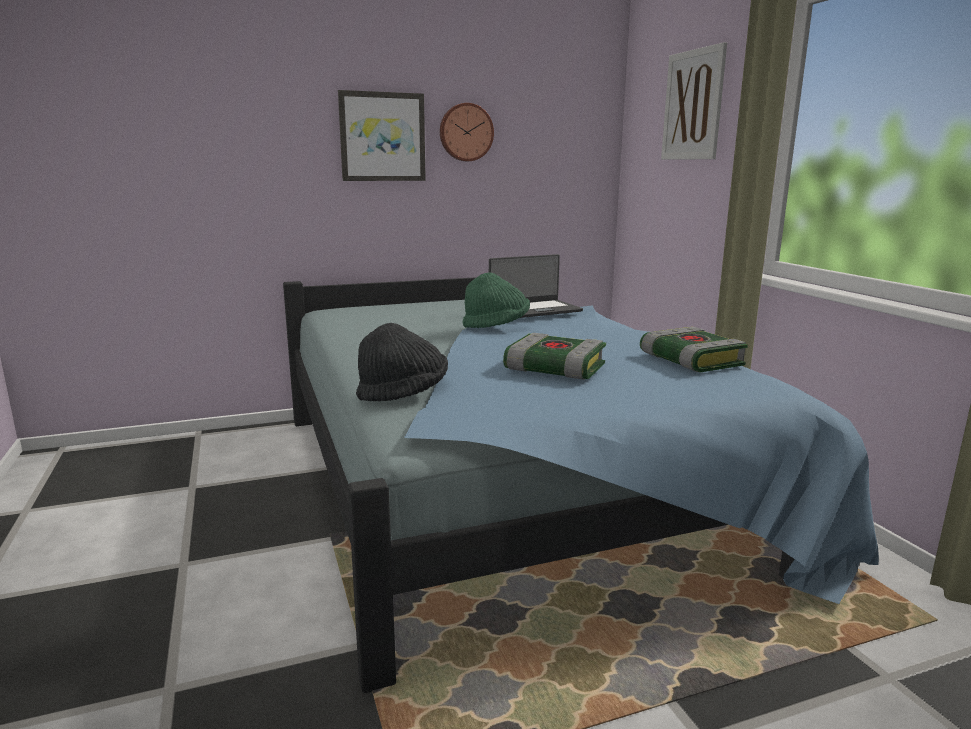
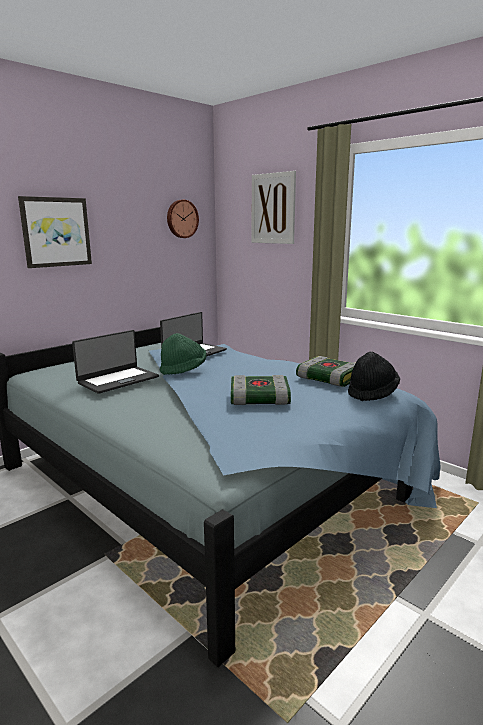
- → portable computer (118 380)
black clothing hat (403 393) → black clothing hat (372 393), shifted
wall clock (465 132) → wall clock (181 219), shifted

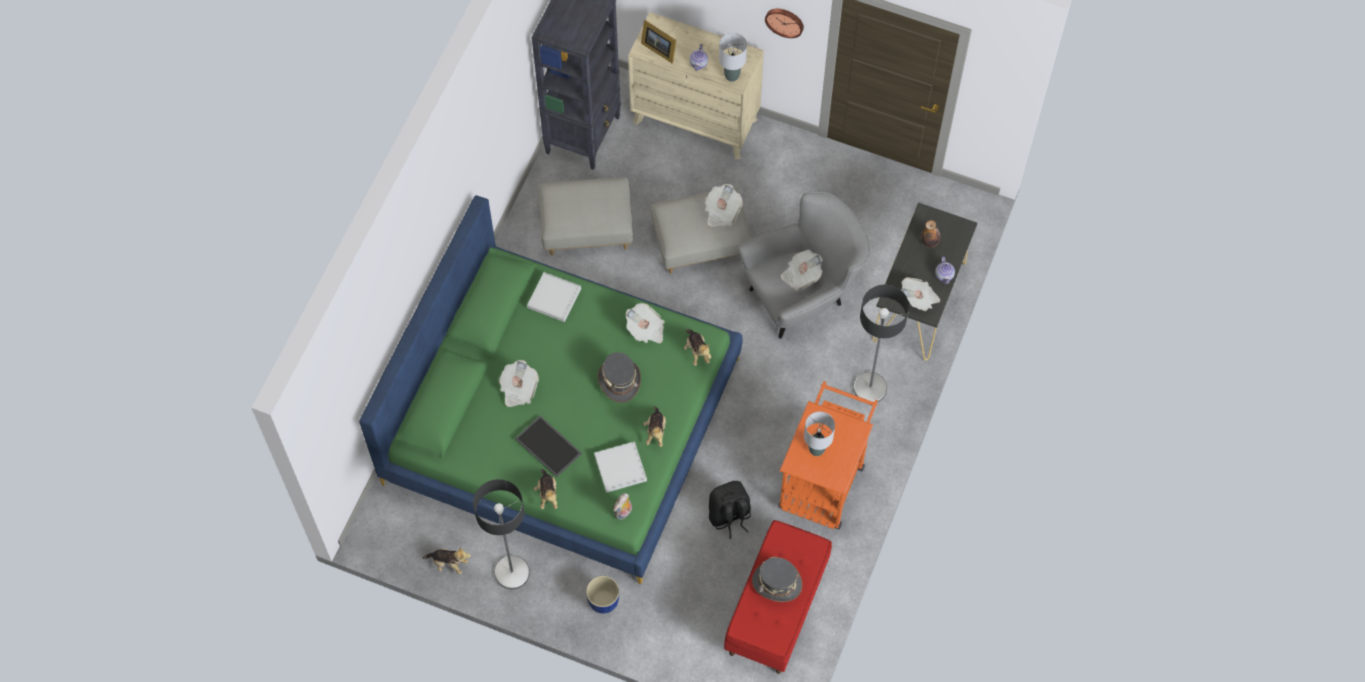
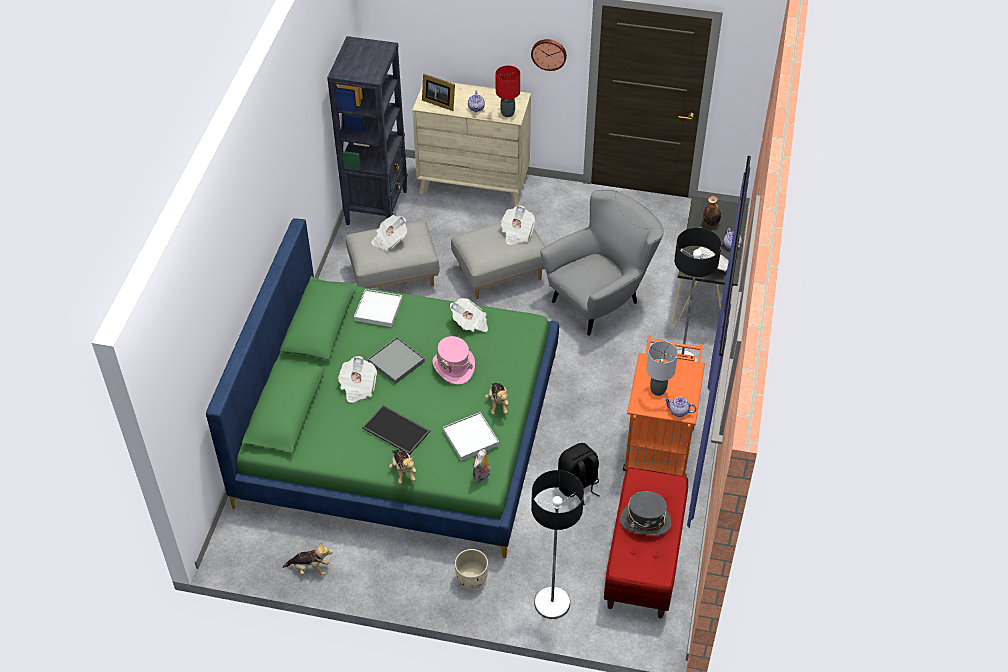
soft toy (696 351) → -
- → gray tray (396 362)
- → pot for tea (678 411)
floor lamp (511 573) → floor lamp (552 603), shifted
printed paper (801 275) → printed paper (389 240), shifted
blue flower pot (603 601) → beige flower pot (471 579)
gray clothing hat (619 380) → pinkish clothing hat (454 367)
gray table lamp (731 76) → reddish table lamp (507 113)

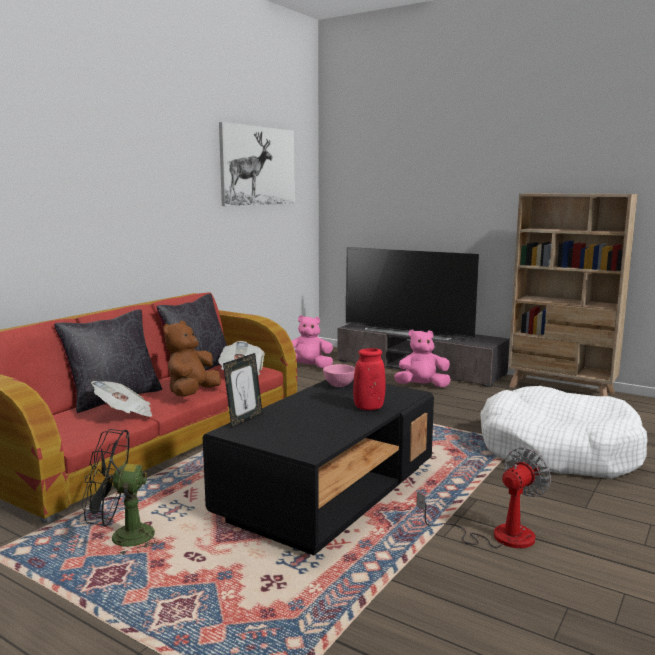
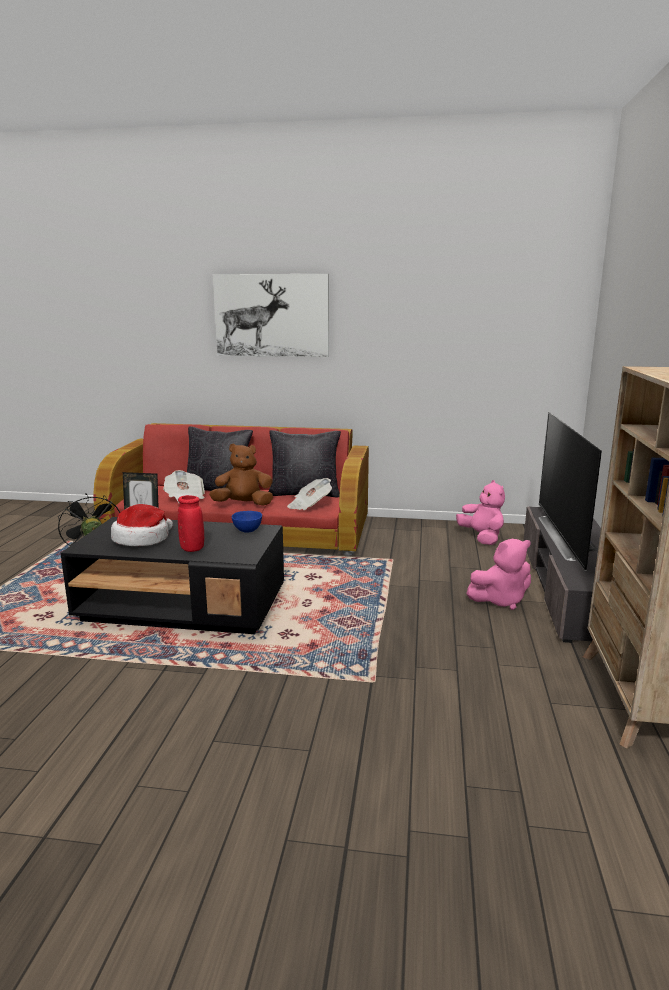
fan (497 535) → -
whitish pet bed (557 451) → -
- → clothing hat (142 539)
wall picture (258 166) → wall picture (271 315), shifted
pinkish bowl (340 386) → blue bowl (247 531)
pinkish soft toy (421 386) → pinkish soft toy (500 600), 105 degrees clockwise

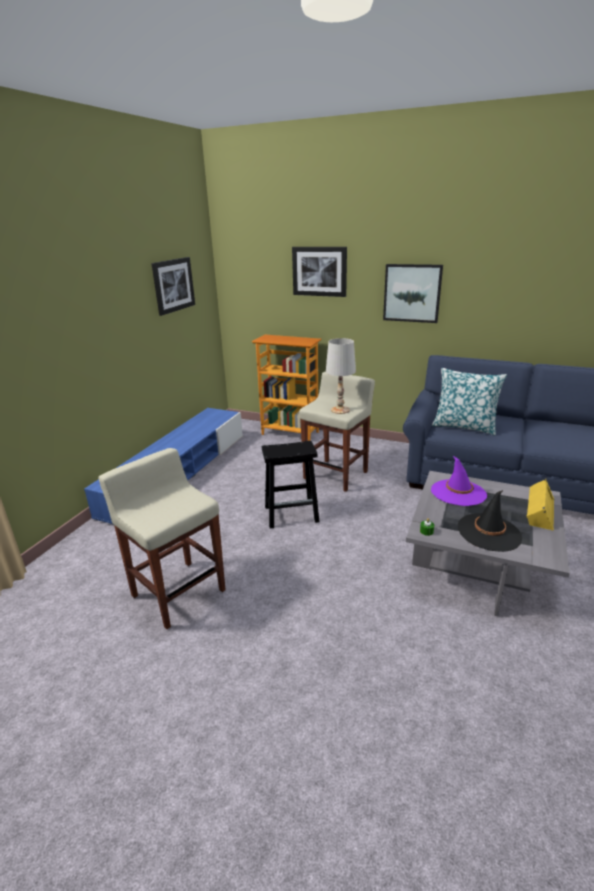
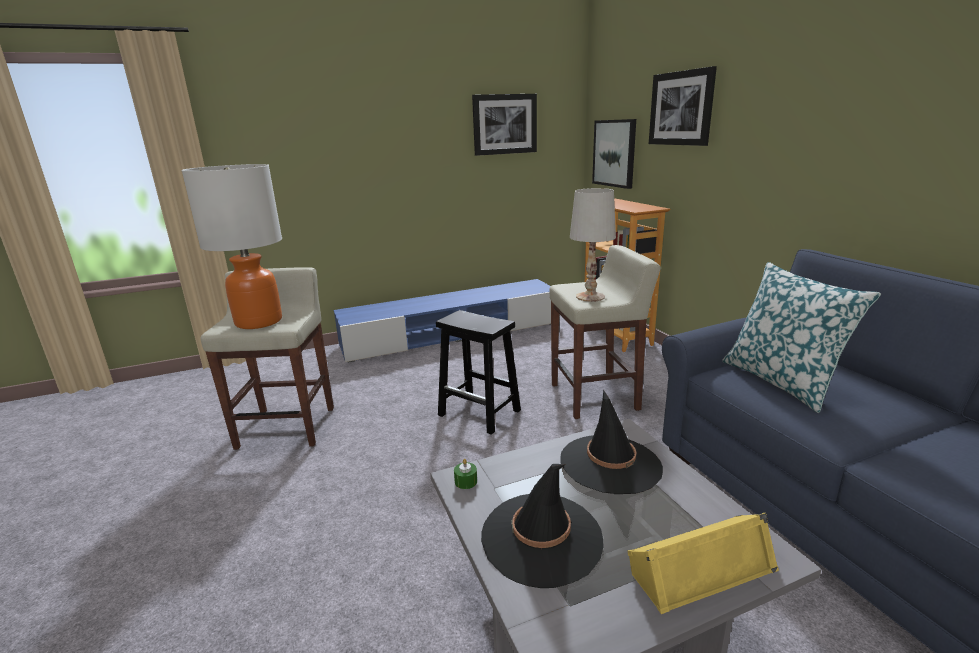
- → table lamp (259 321)
wall picture (412 293) → wall picture (614 153), shifted
purple-coloured clothing hat (458 493) → black clothing hat (610 464)

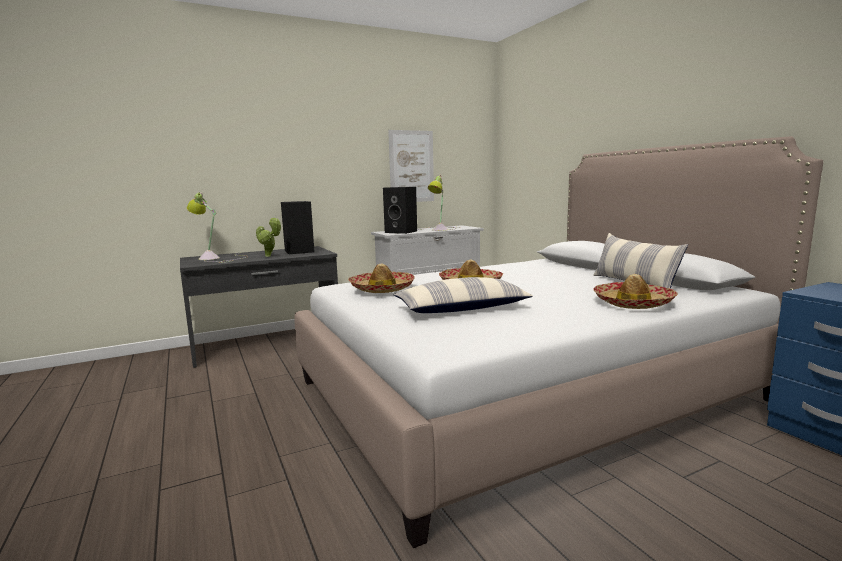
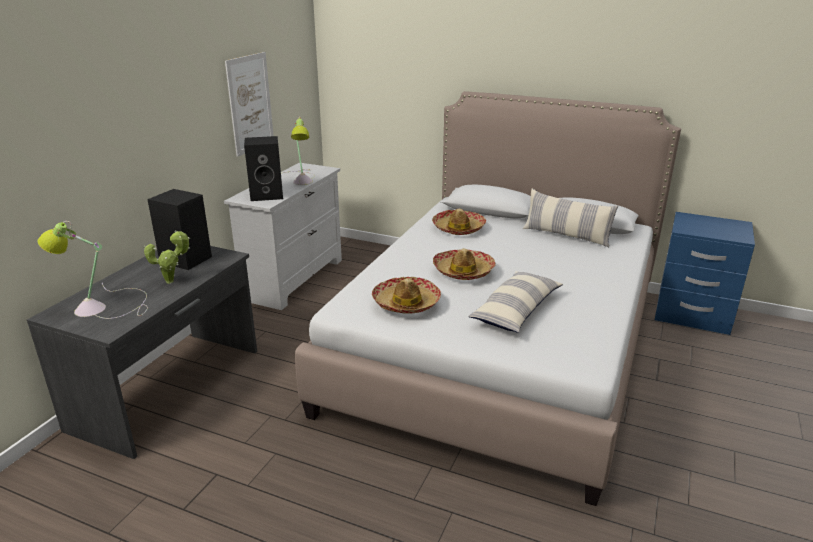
clothing hat (633 303) → clothing hat (458 228), shifted

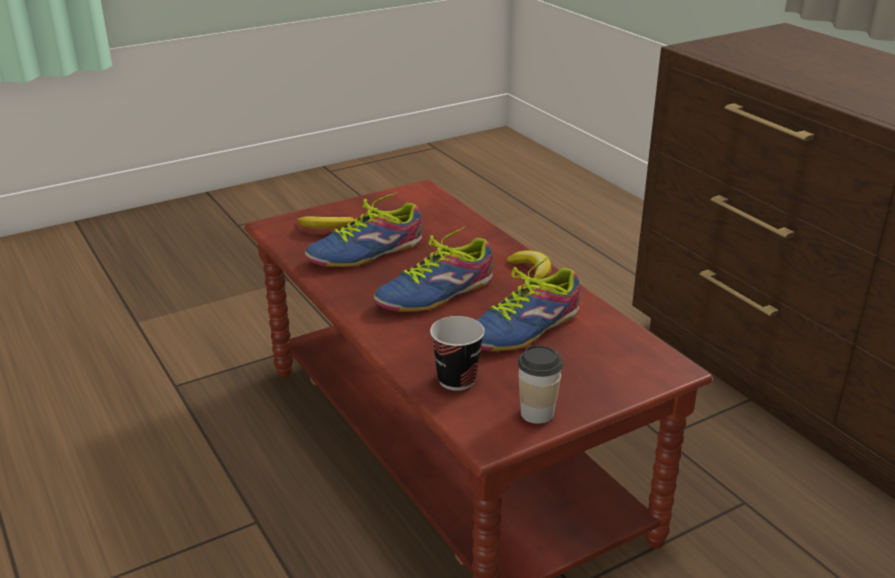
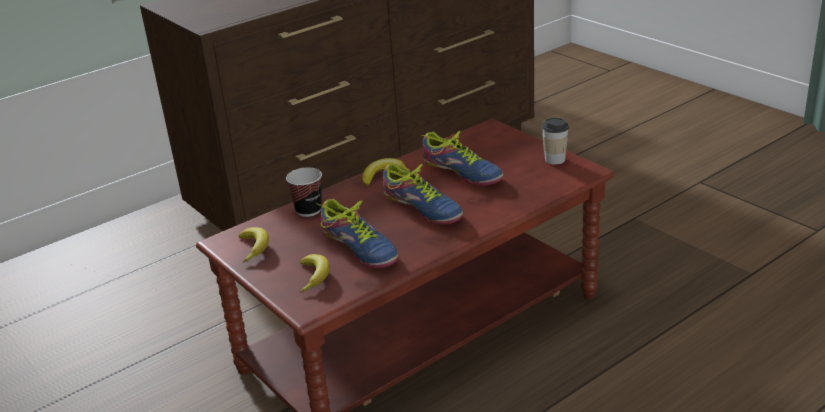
- → banana fruit (254 247)
drinking cup (457 380) → drinking cup (308 210), shifted

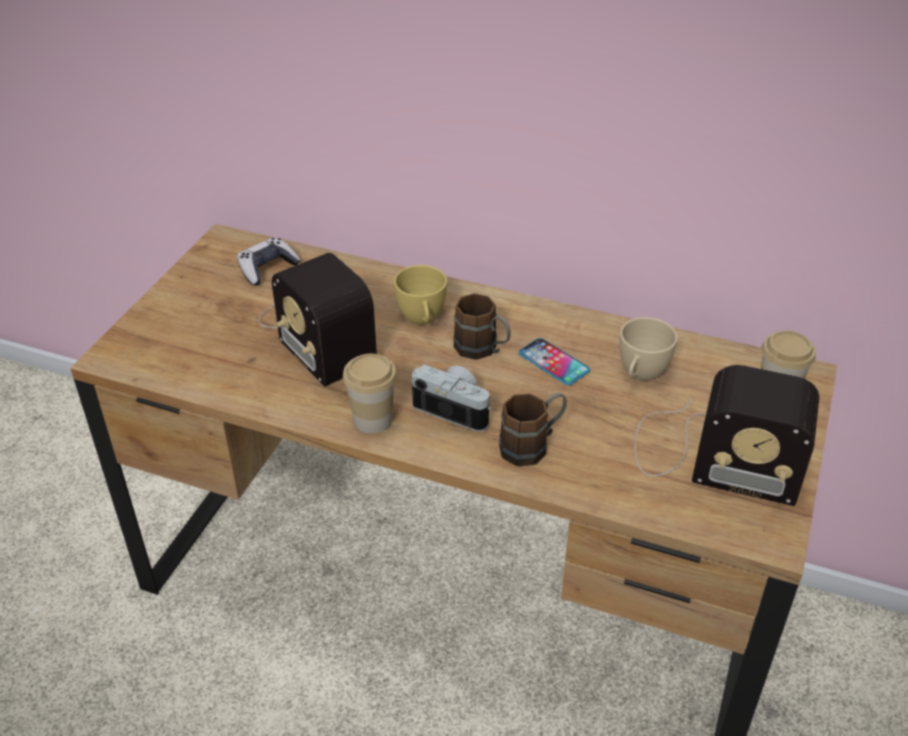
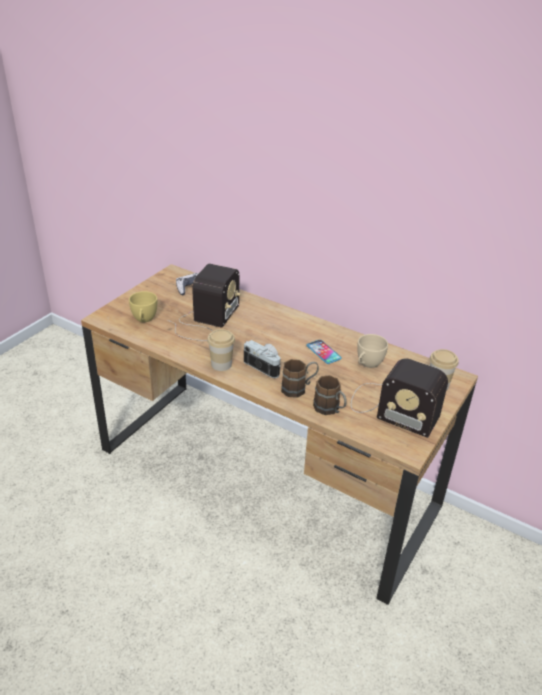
yellow-coloured drinking cup (422 320) → yellow-coloured drinking cup (144 320), shifted
brown tea mug (483 350) → brown tea mug (330 410), shifted
radio receiver (317 332) → radio receiver (206 321), 135 degrees counterclockwise

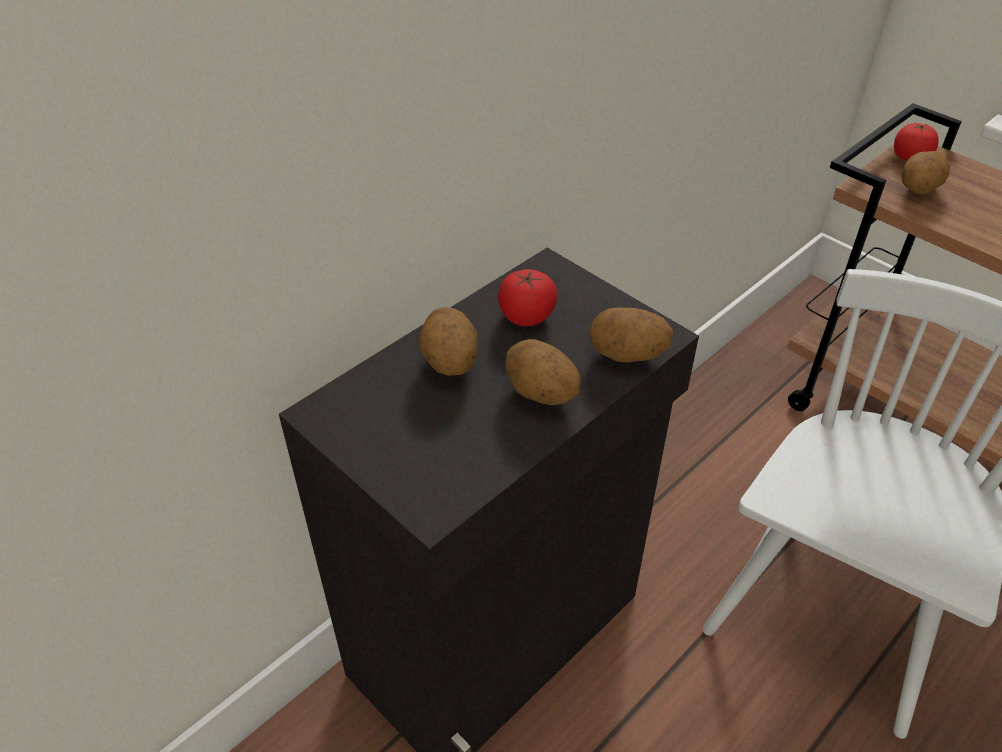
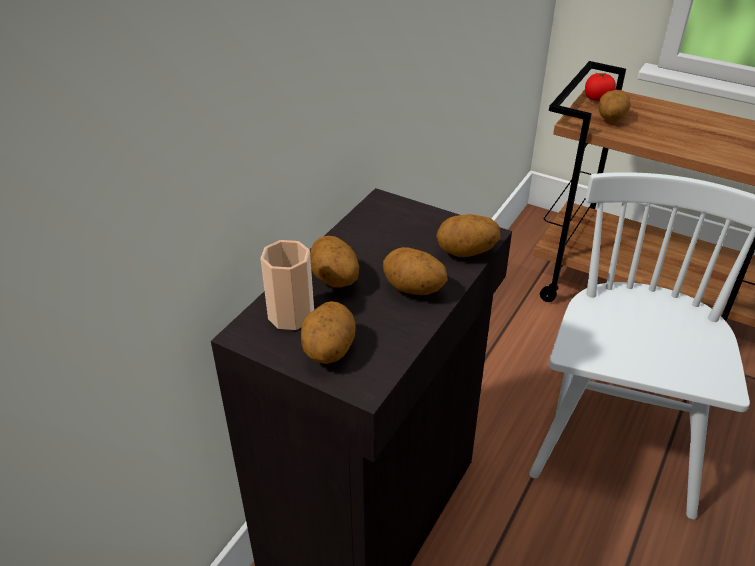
tomato (526 316) → -
- → drinking cup (291 315)
- → whole potato (328 351)

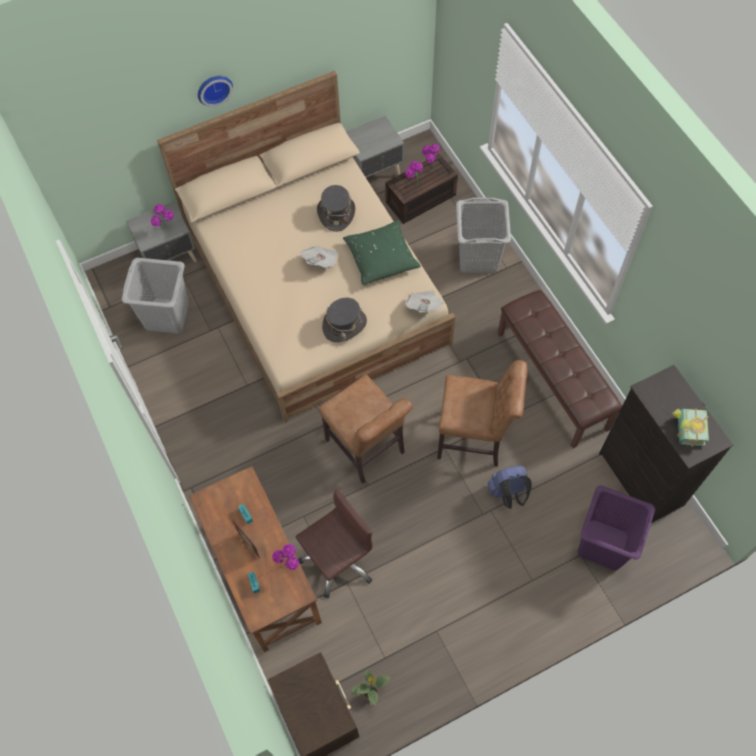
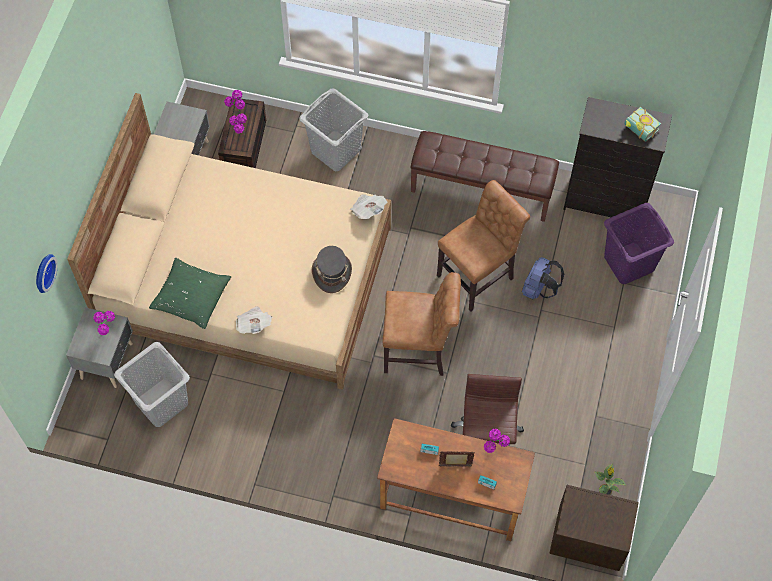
gray clothing hat (336 213) → -
wall clock (214 88) → wall clock (43 272), shifted
printed paper (322 262) → printed paper (254 324), shifted
greenish throw pillow (381 258) → greenish throw pillow (191 297), shifted

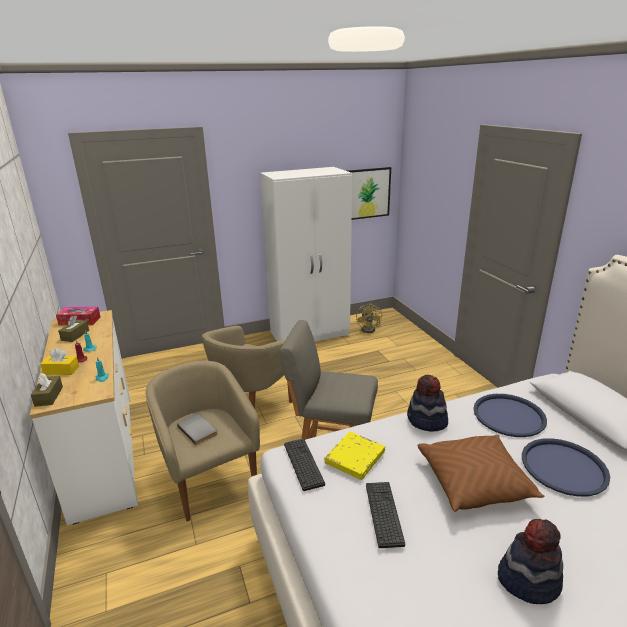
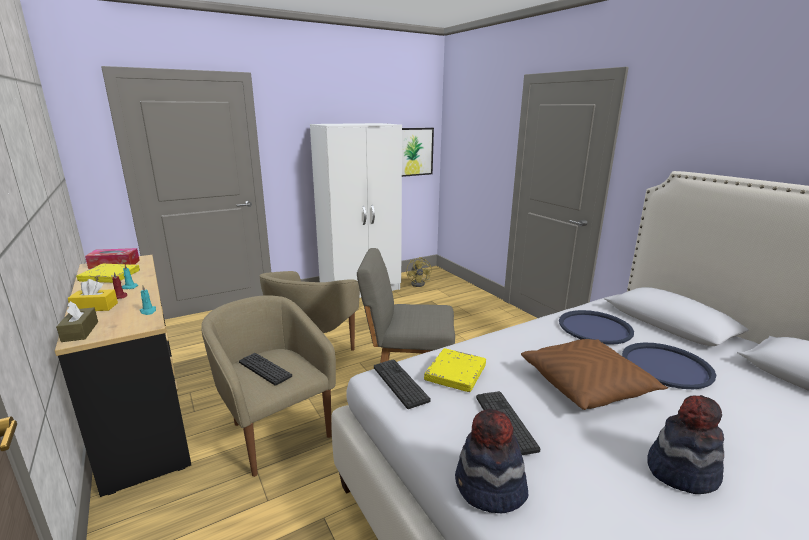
clothing hat (426 421) → clothing hat (489 489), shifted
brown box of tissues (75 335) → yellow-coloured book (110 276)
gray book (199 429) → PC keyboard (265 369)
whitish drawer chest (103 452) → black drawer chest (143 413)

